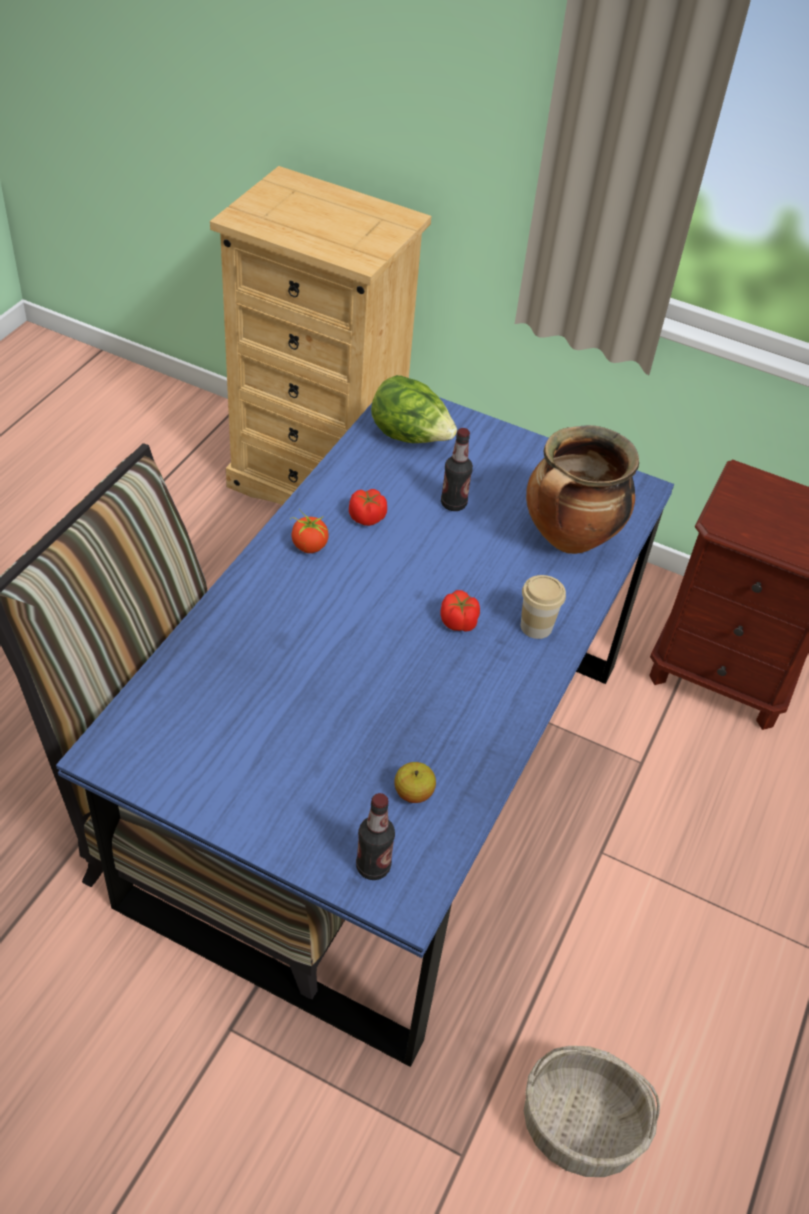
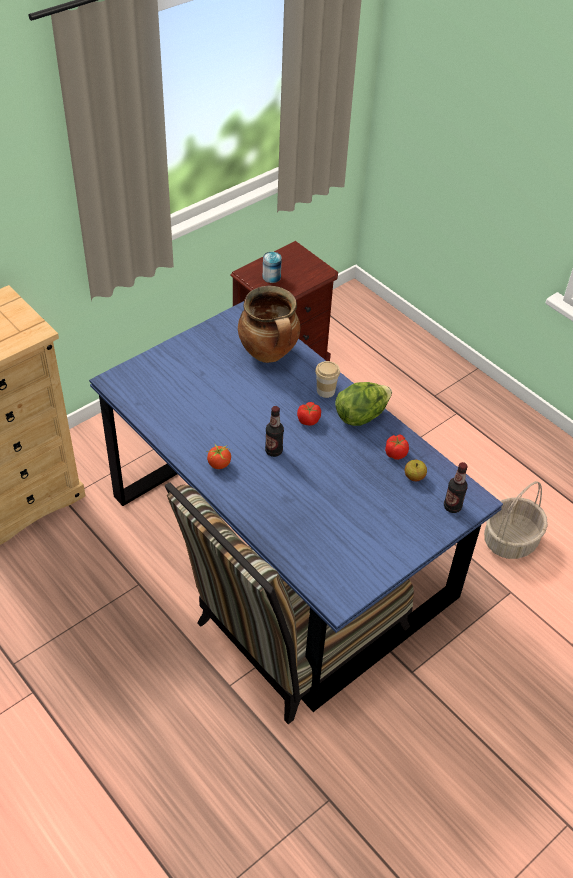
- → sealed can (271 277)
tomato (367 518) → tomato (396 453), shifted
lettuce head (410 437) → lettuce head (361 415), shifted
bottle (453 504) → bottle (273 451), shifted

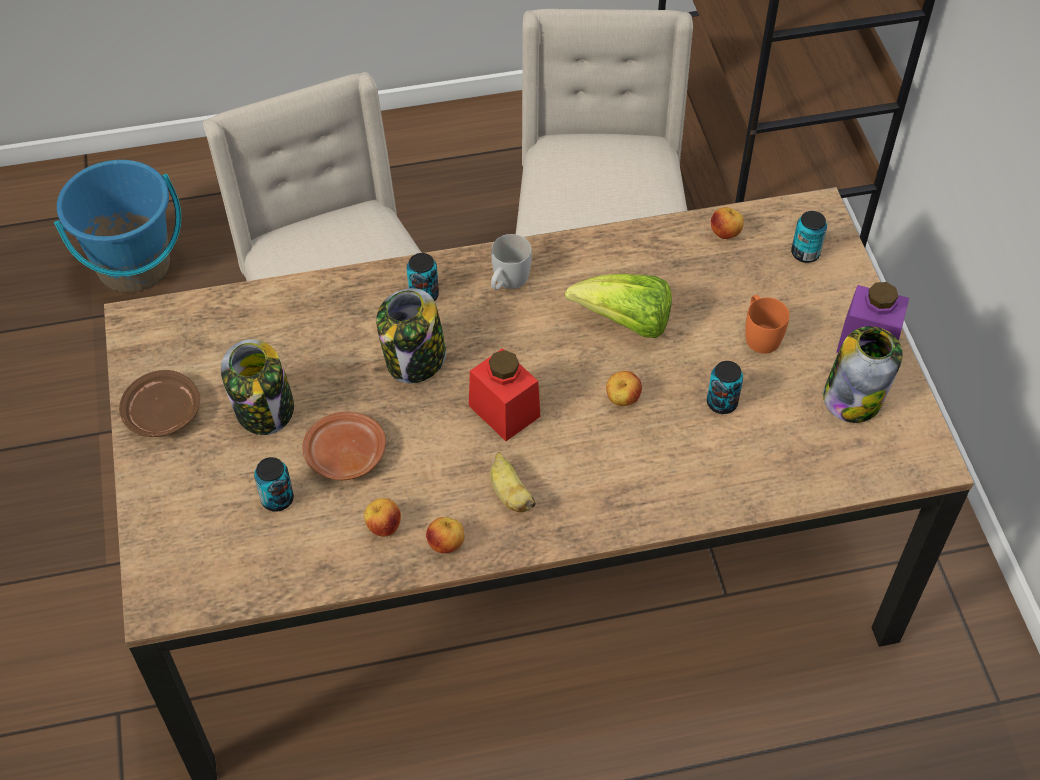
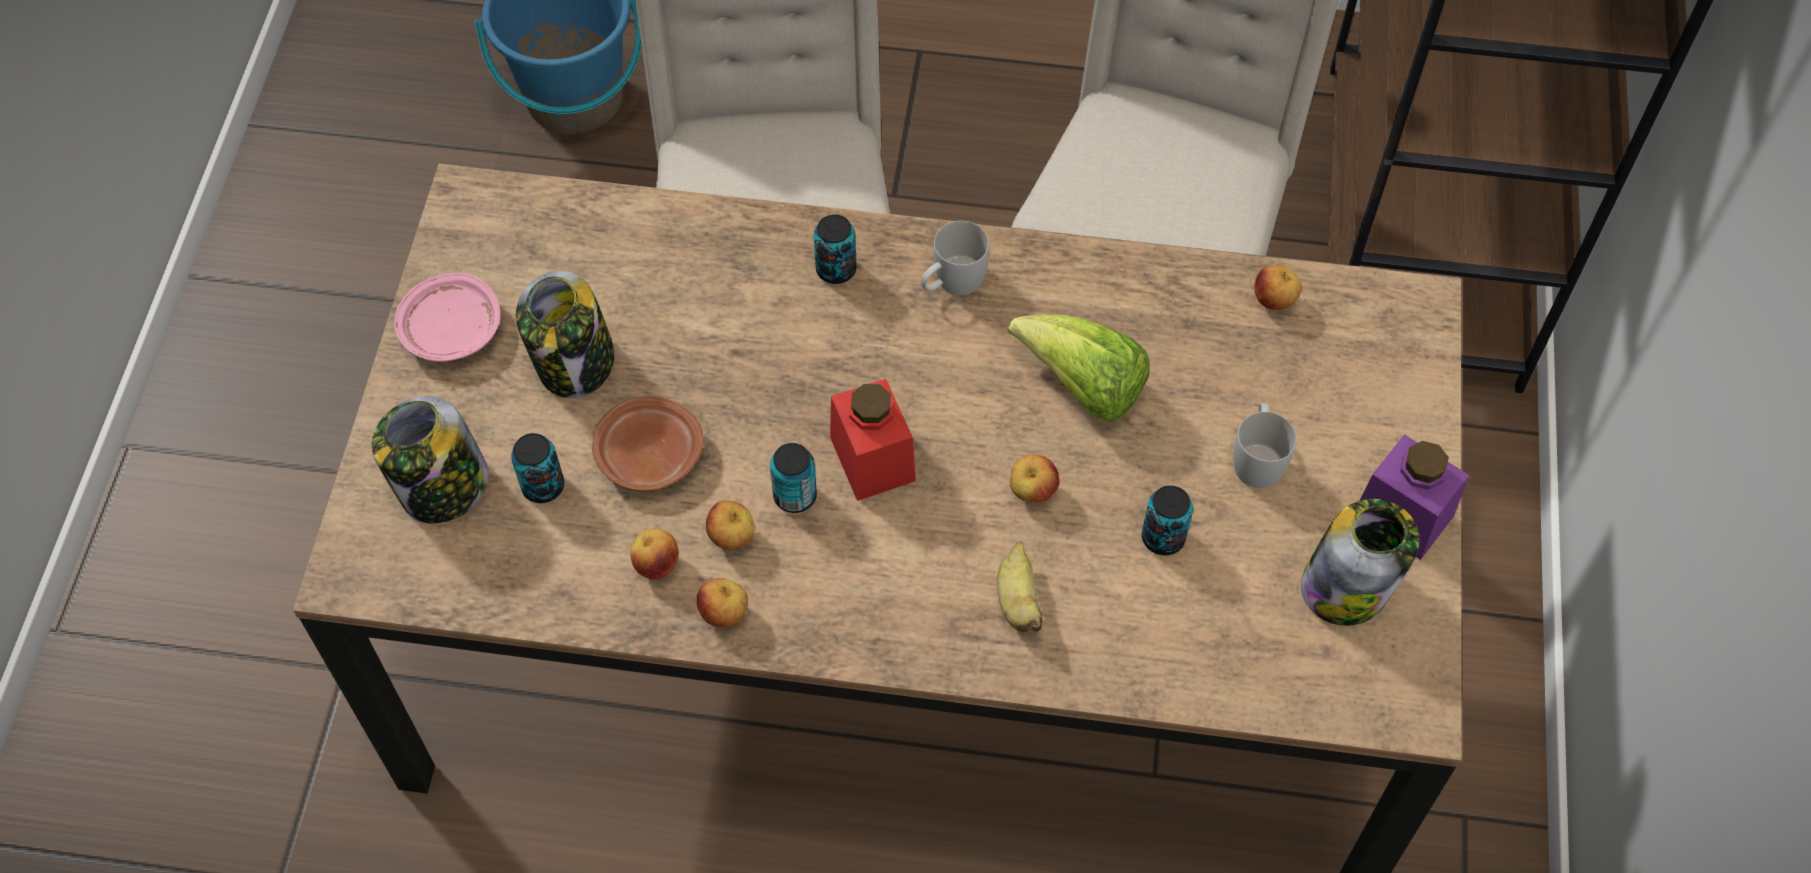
- → apple fruit (732 538)
preserve jar (415 360) → preserve jar (443 489), shifted
banana fruit (509 494) → banana fruit (1018 600), shifted
sealed can (805 253) → sealed can (795 496), shifted
brown dinner plate (163 413) → pinkish dinner plate (451 330)
orangey tea mug (760 334) → whitish tea mug (1257 458)

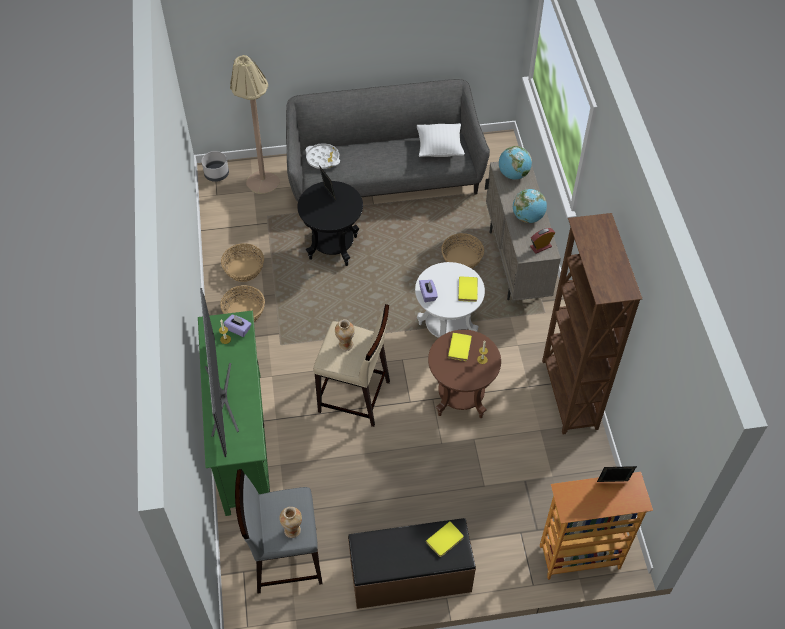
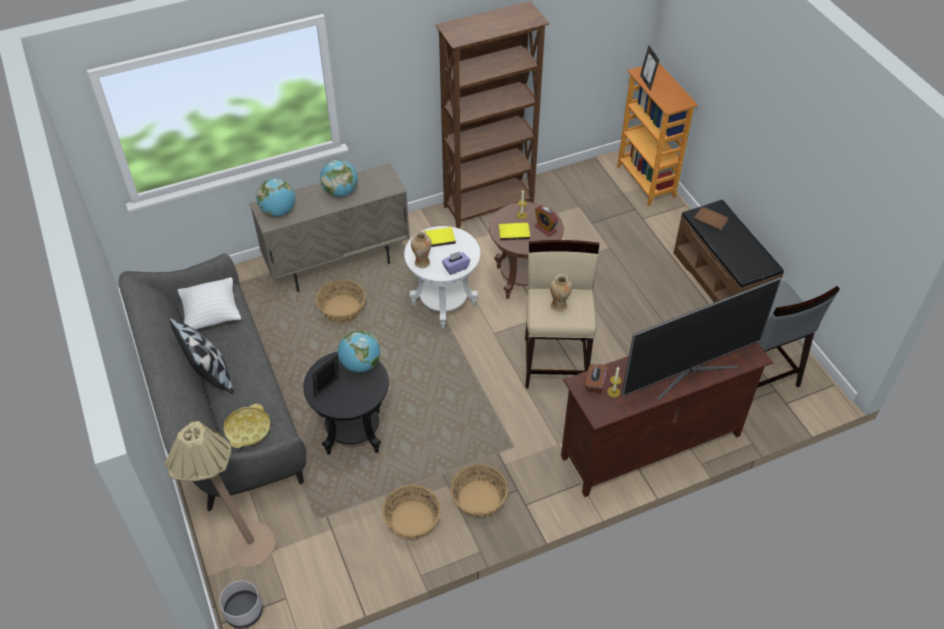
- → throw pillow (210 374)
- → world globe (360 364)
vase (292 530) → vase (422 262), shifted
table clock (540 246) → table clock (545 229), shifted
greenish tv stand (242 441) → brown tv stand (651 446)
purple-coloured box of tissues (239 329) → brown box of tissues (595 383)
whitish tray (322 158) → yellow-coloured tray (247 429)
yellow-coloured book (445 540) → brown book (711 219)

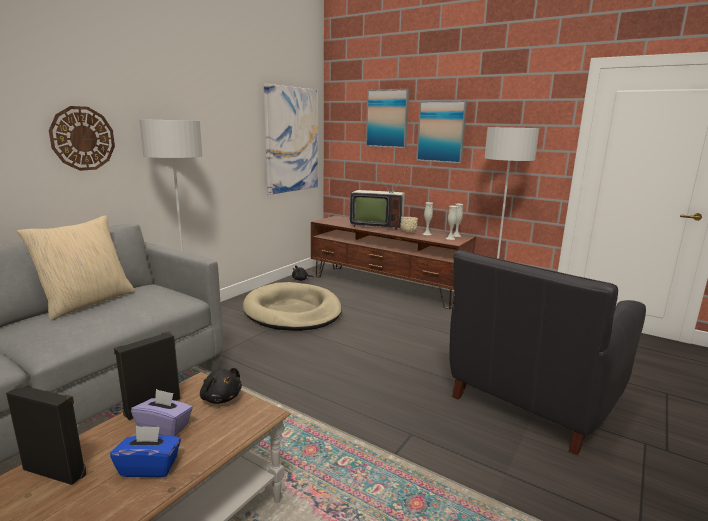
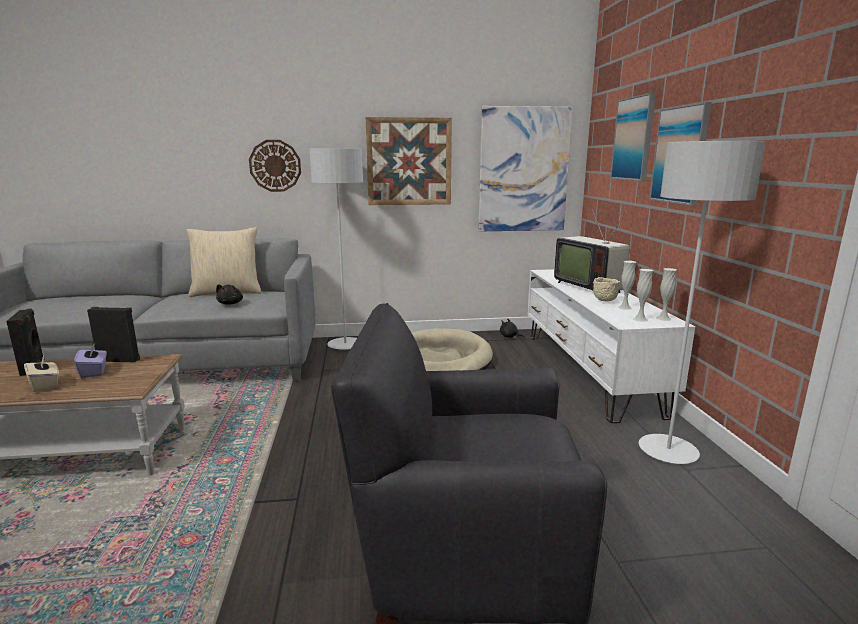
- → wall picture (409 162)
black soft toy (221 397) → black soft toy (231 303), shifted
blue box of tissues (149 467) → beige box of tissues (45 385)
brown tv stand (386 286) → whitish tv stand (588 371)

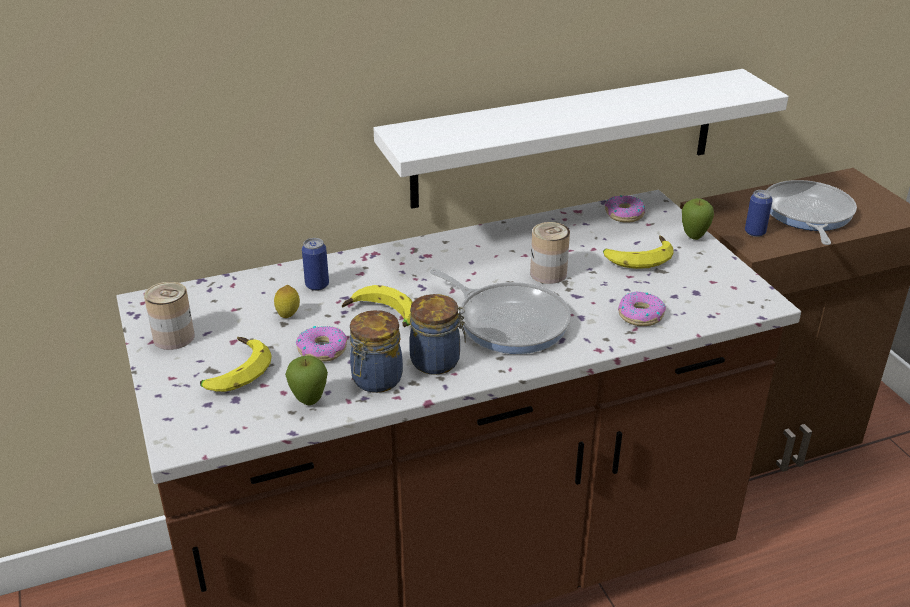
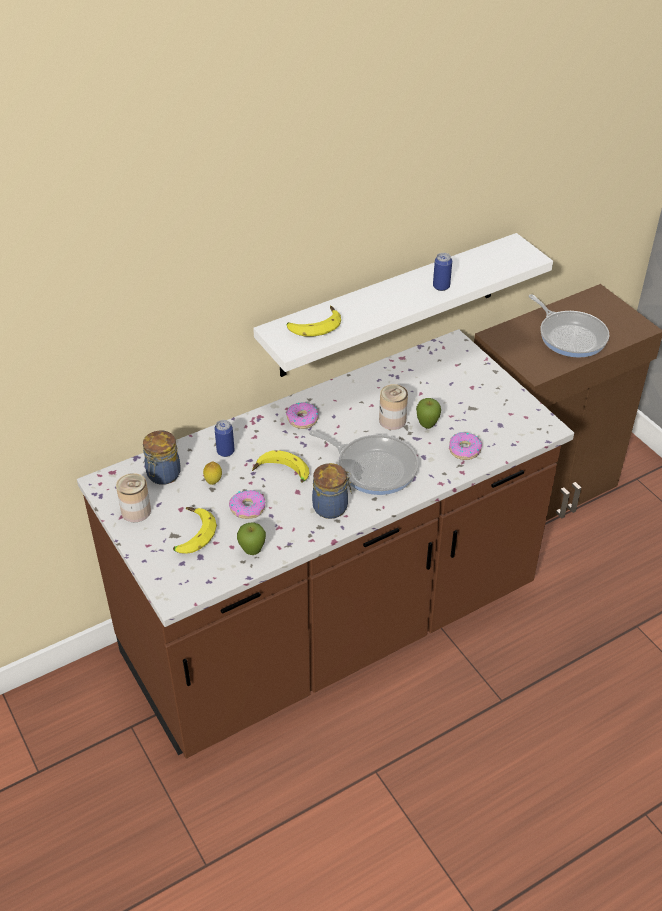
preserve jar (375 380) → preserve jar (163 475), shifted
banana fruit (637 257) → banana fruit (313 326), shifted
doughnut (624 214) → doughnut (302 419), shifted
apple fruit (693 237) → apple fruit (427 426), shifted
sealed can (755 232) → sealed can (441 286), shifted
frying pan (807 214) → frying pan (570 336), 150 degrees clockwise

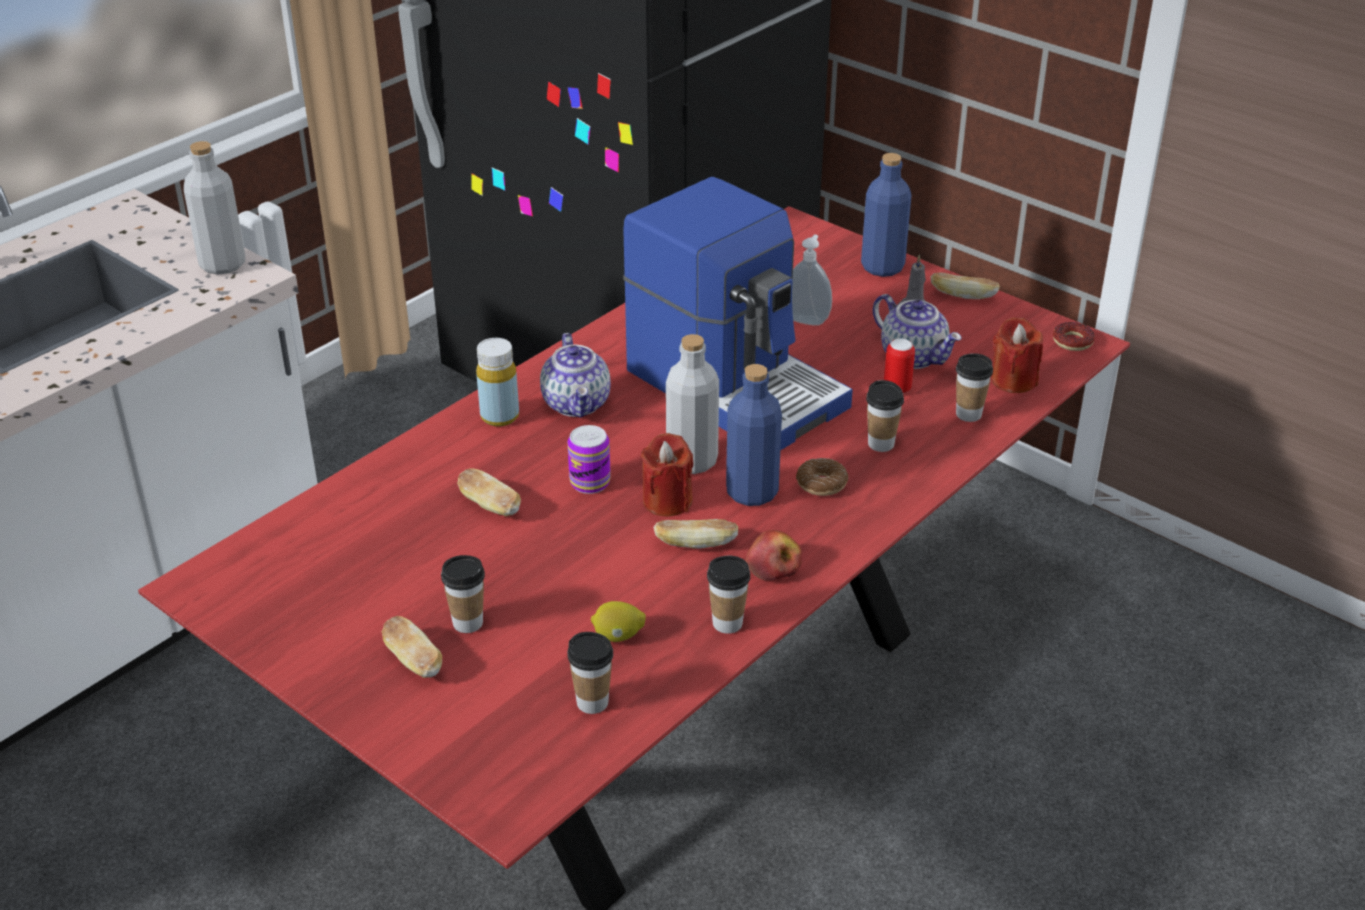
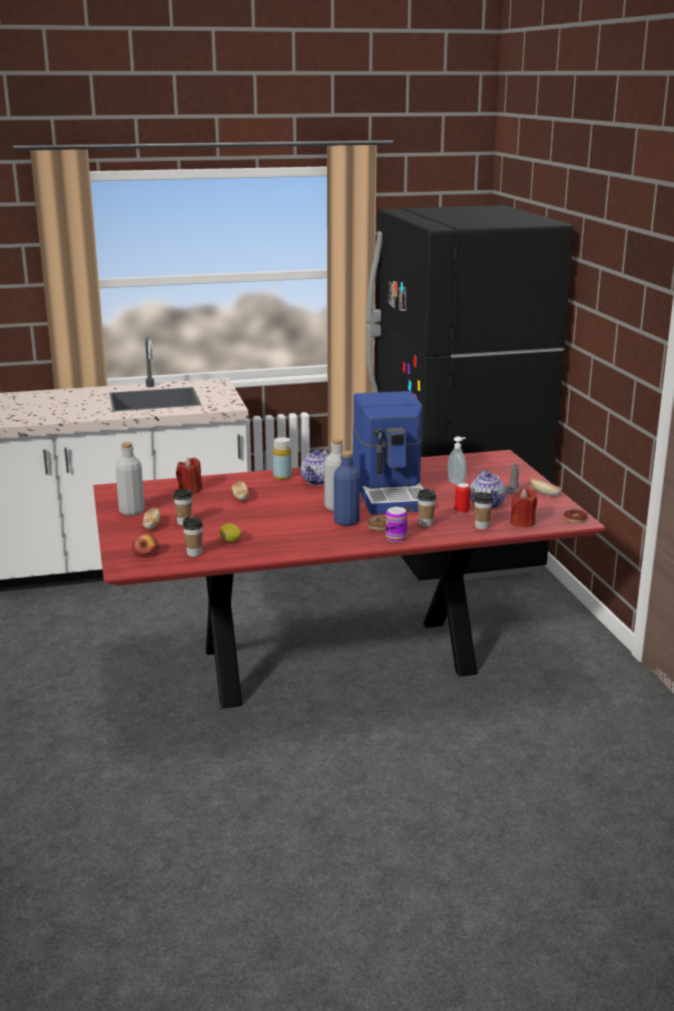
bakery bread (695 544) → -
drinking cup (727 623) → -
blue bottle (882 267) → -
gray bottle (222 264) → gray bottle (132 511), shifted
sealed can (590 482) → sealed can (396 538), shifted
reddish candle (667 501) → reddish candle (190 490), shifted
apple fruit (773 566) → apple fruit (146 553), shifted

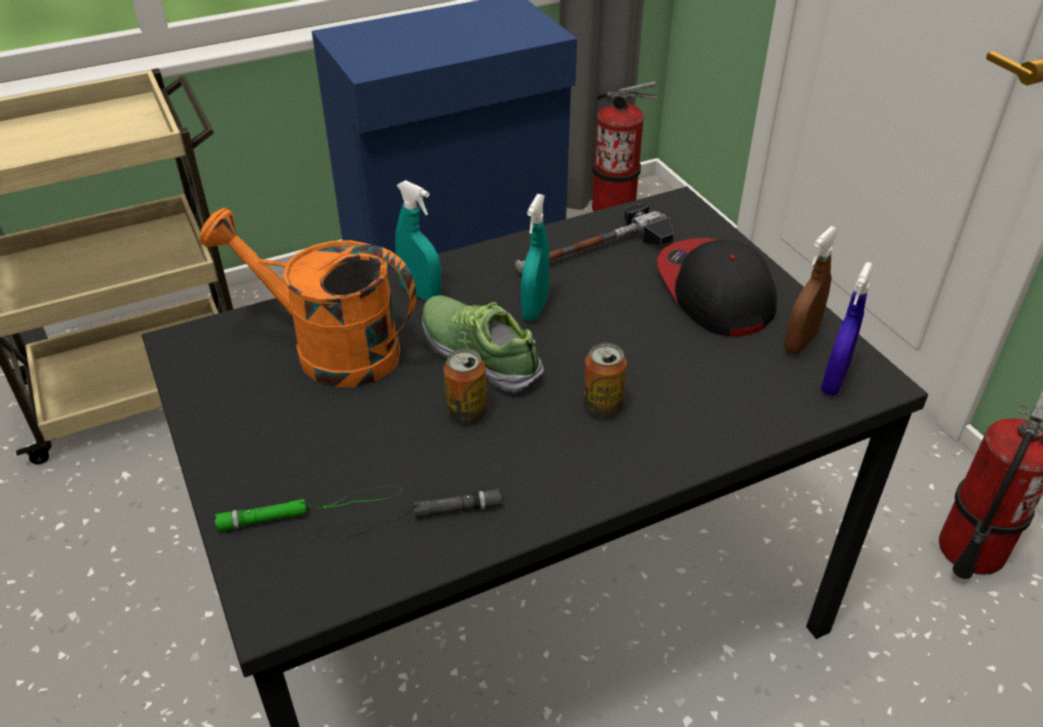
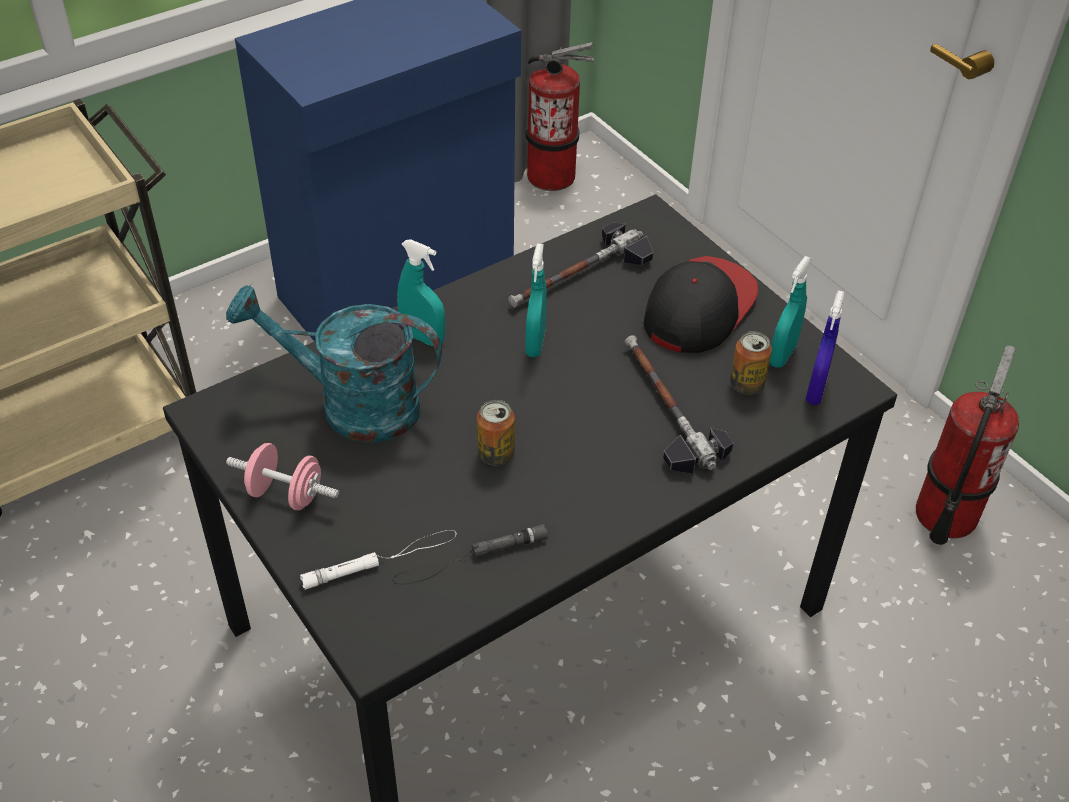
shoe (479 353) → -
- → pinkish free weight (286 494)
- → tool hammer (665 408)
sealed can (602 406) → sealed can (746 384), shifted
orangey watering can (330 349) → turquoise-coloured watering can (352 405)
greenish hand torch (311 508) → whitish hand torch (380 560)
brown spray bottle (800 342) → turquoise-coloured spray bottle (782 355)
baseball cap (714 290) → baseball cap (698 308), 60 degrees clockwise

